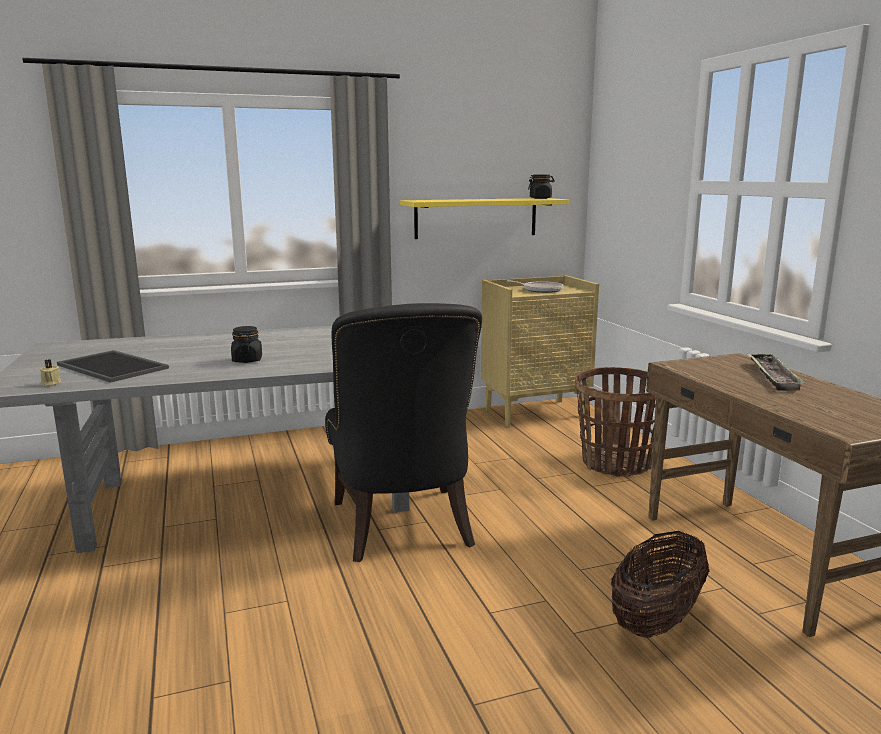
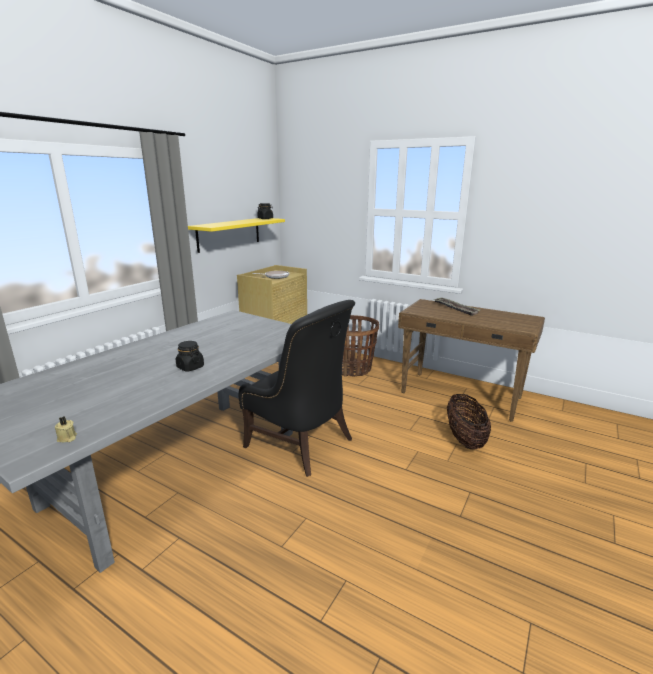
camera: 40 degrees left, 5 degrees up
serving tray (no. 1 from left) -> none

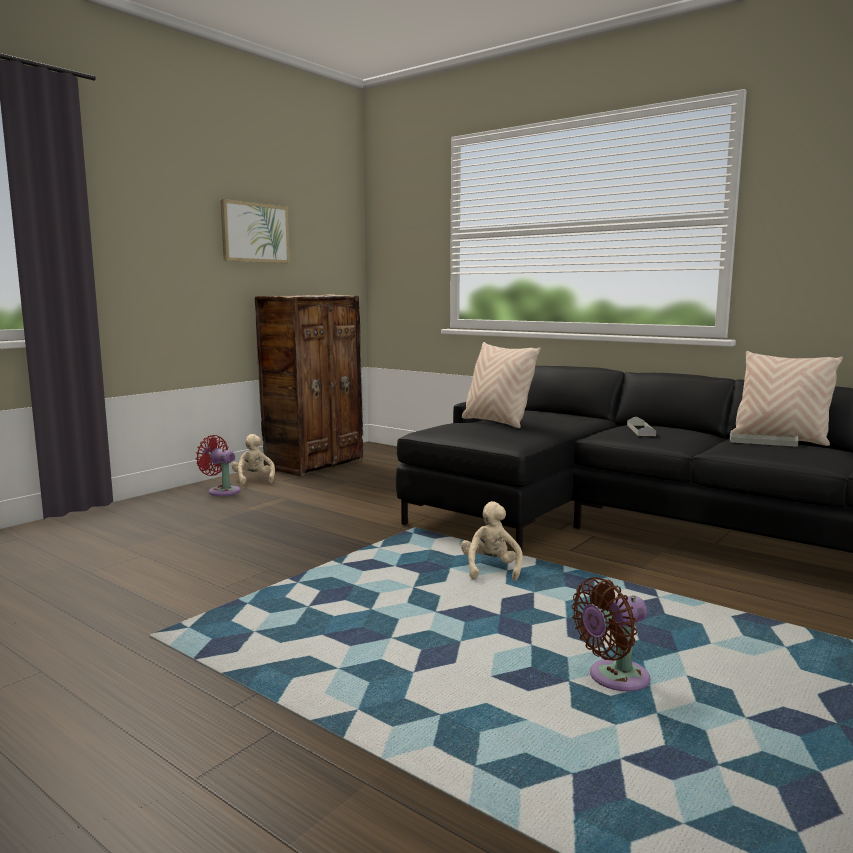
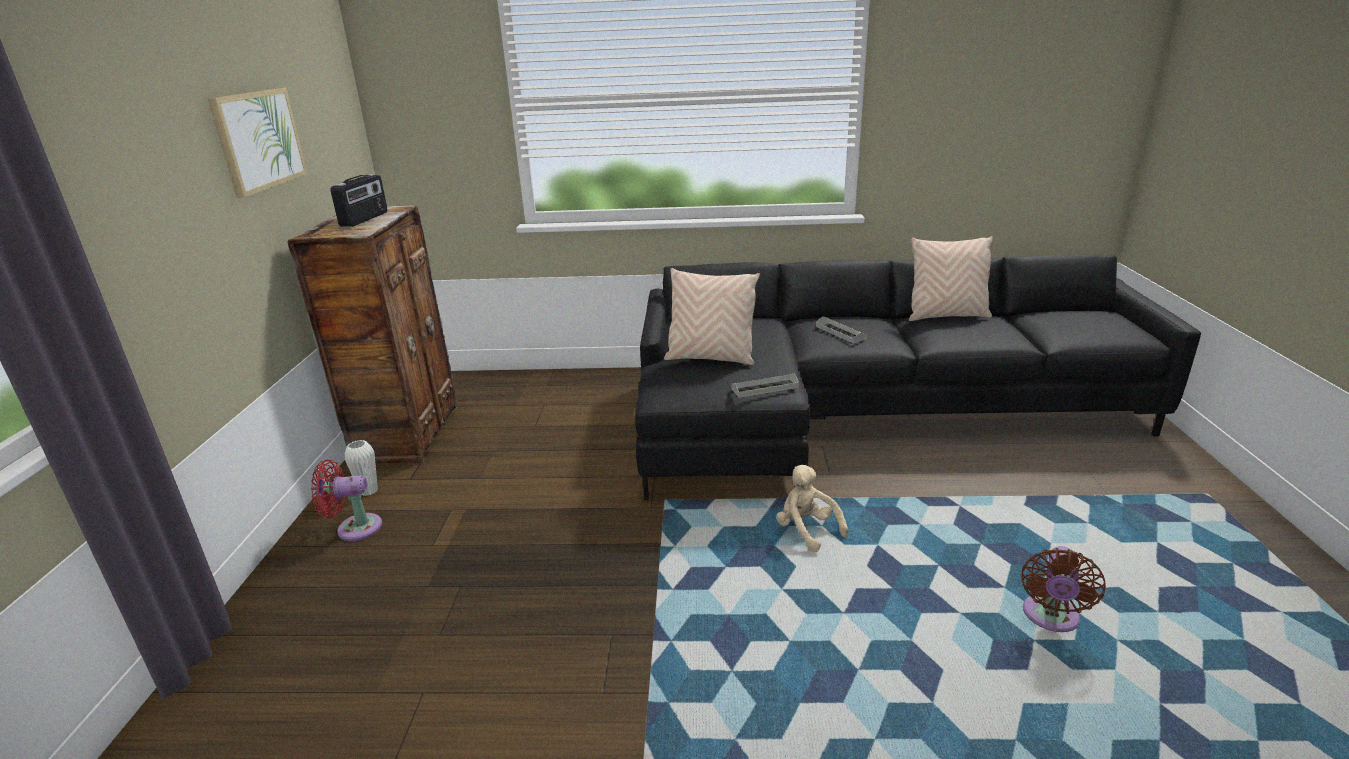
camera: 35 degrees left, 15 degrees up
serving tray (greyish) (no. 2 from left in the first image) -> serving tray (greyish) (no. 1 from left), shifted
cuddly toy (beige-coloured) (no. 1 from left) -> flower vase (white-coloured)
none -> radio receiver

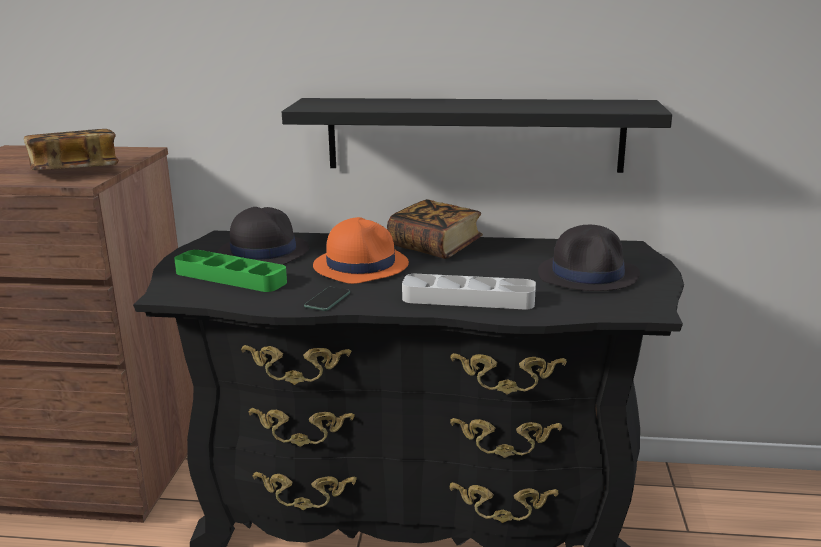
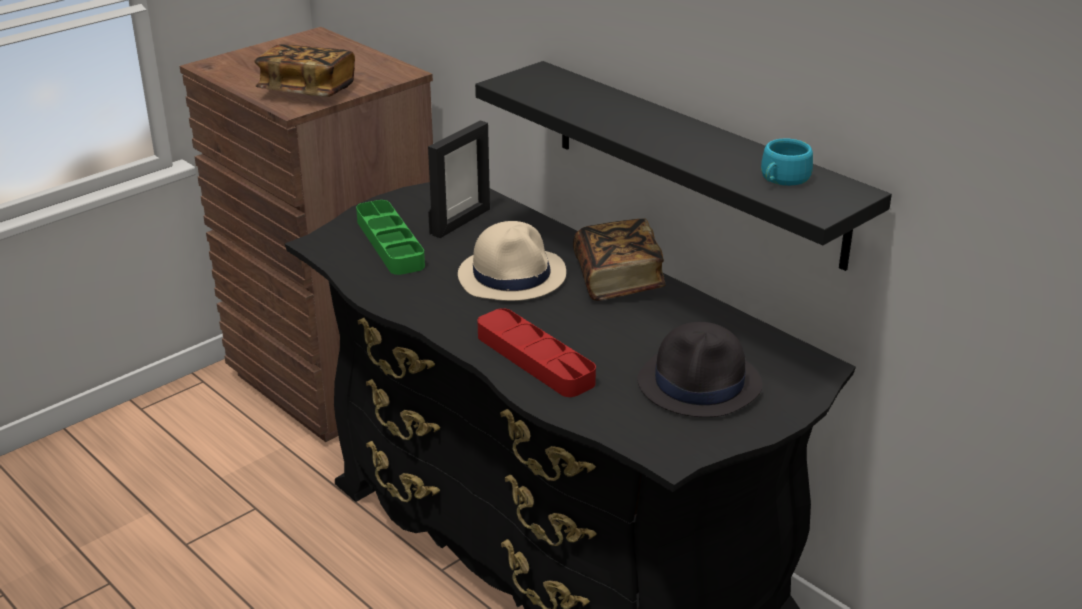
camera: 40 degrees right, 10 degrees up
wearable hat (blackish) (no. 1 from left) -> standing frame
wearable hat (orangey) -> wearable hat (beige-coloured)
serving tray (greyish) -> serving tray (reddish)
phone -> none
none -> small cup (turquoise)

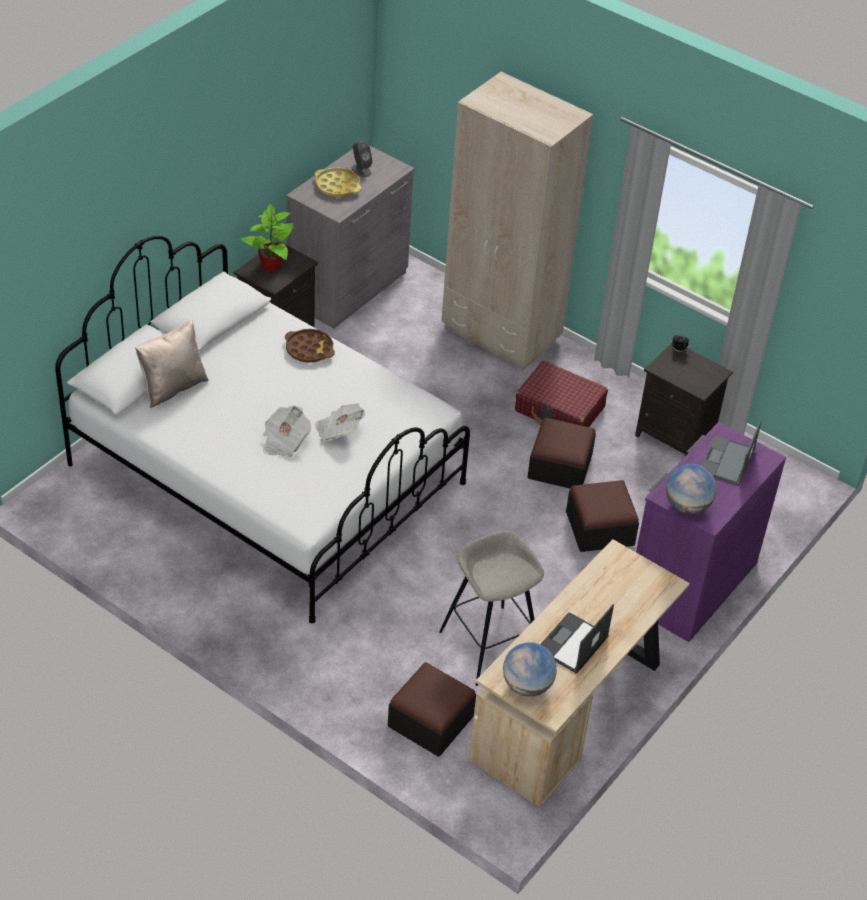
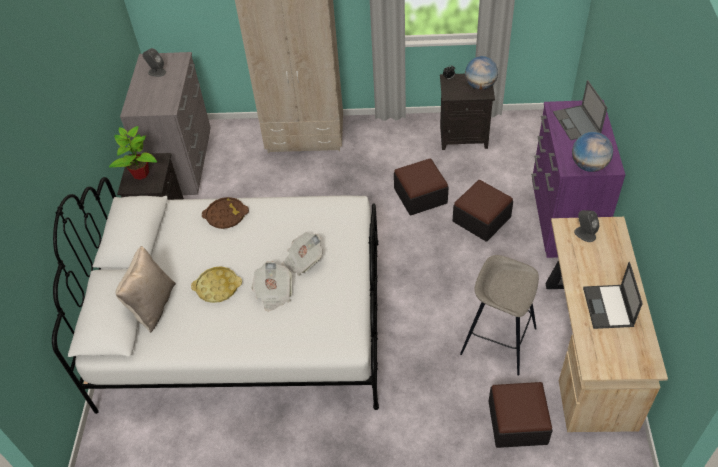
camera: 30 degrees left, 5 degrees up
serving tray (yellow-coloured), shifted
piece of luggage (reddish) -> none
globe (no. 1 from left), shifted
none -> loudspeaker (greyish) (no. 2 from left)

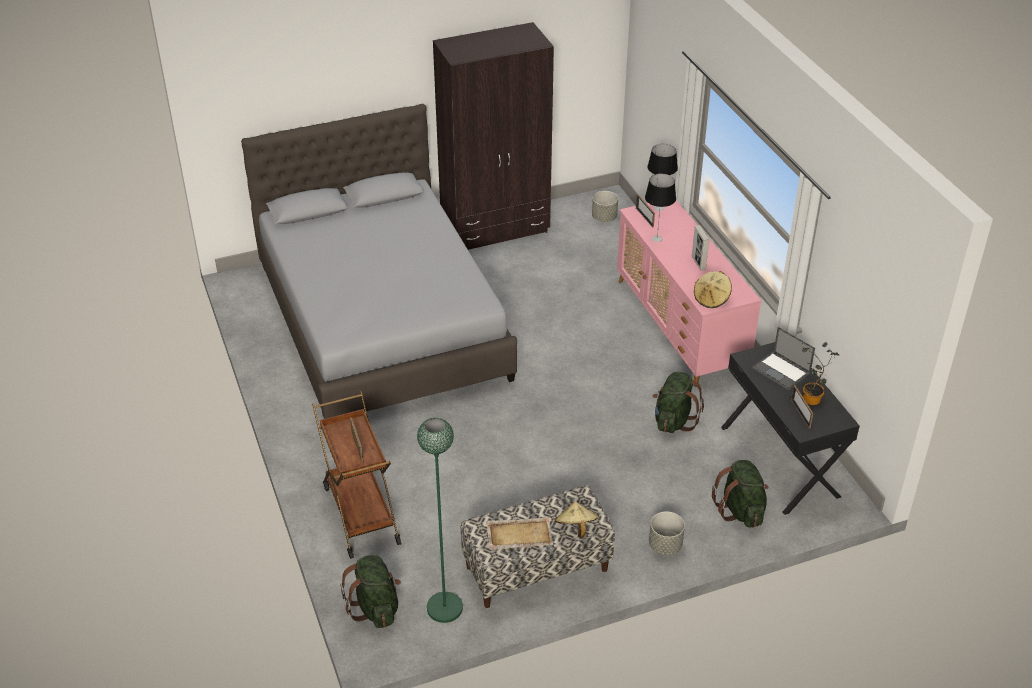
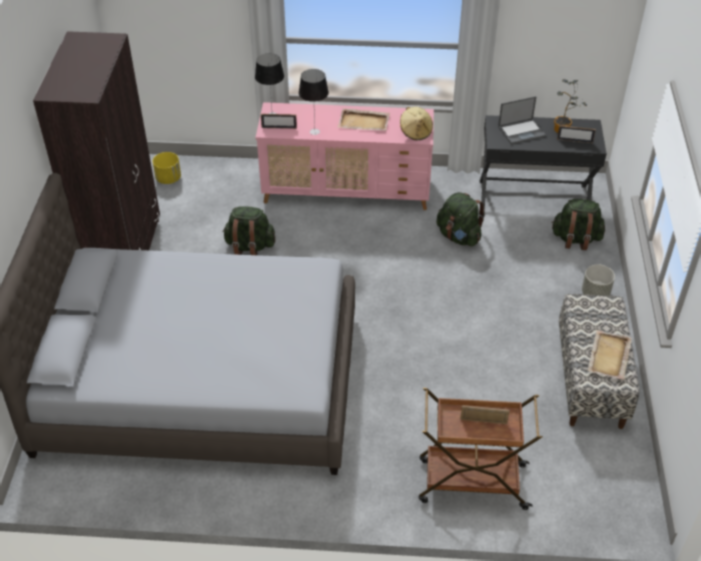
camera: 65 degrees left, 5 degrees up
plant pot (greyish) (no. 1 from left) -> plant pot (yellow-coloured)
standing frame (no. 3 from left) -> serving tray (beige-coloured) (no. 1 from left)
floor lamp (green-coloured) -> none
wearable hat (beige-coloured) (no. 1 from left) -> none
knapsack (green-coloured) (no. 1 from left), shifted

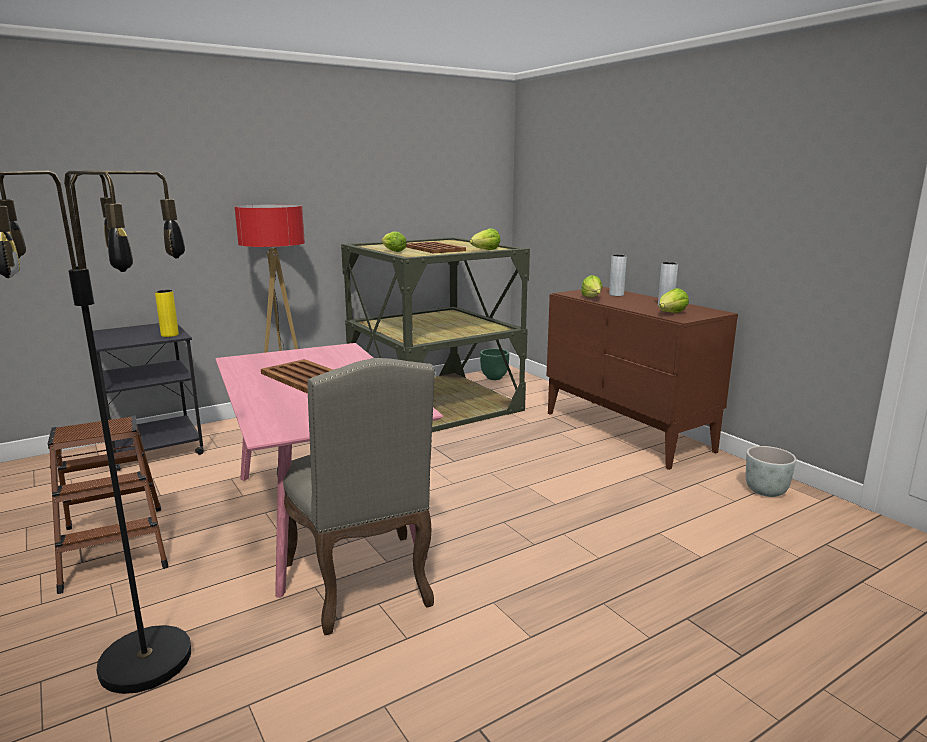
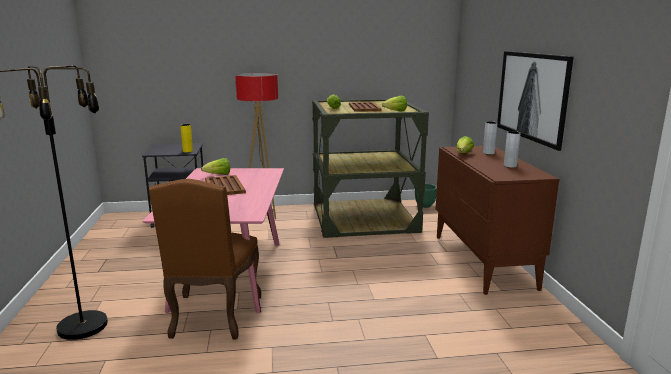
camera: 25 degrees right, 0 degrees up
head of lettuce (no. 4 from left in the first image) -> head of lettuce (no. 1 from left), shifted
plain chair (greyish) -> plain chair (brown-coloured)
stepladder (brown-coloured) -> none
plant pot (greyish) -> none
none -> wall art

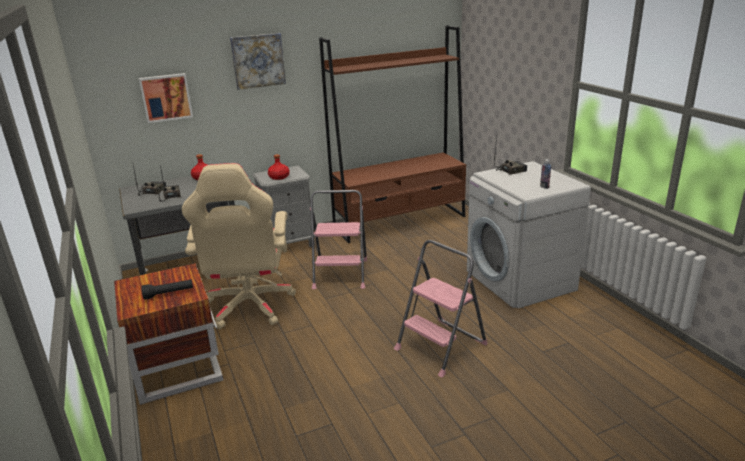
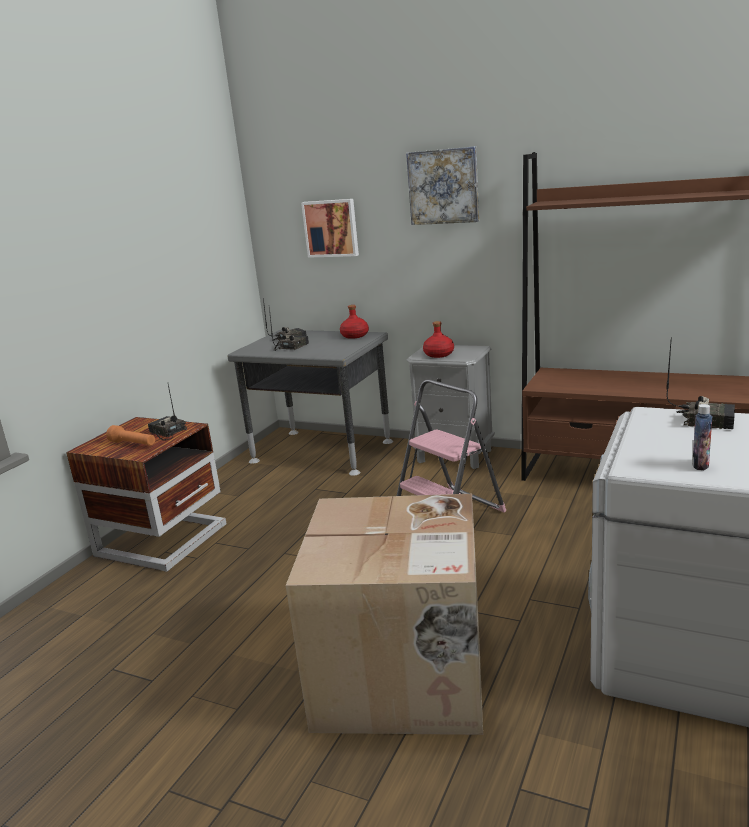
camera: 50 degrees right, 5 degrees down
desk chair (beige-coloured) -> none
stepladder (pinkish) (no. 2 from left) -> cardboard box
hand torch (blackish) -> hand torch (orangey)
none -> radio receiver (no. 1 from left)

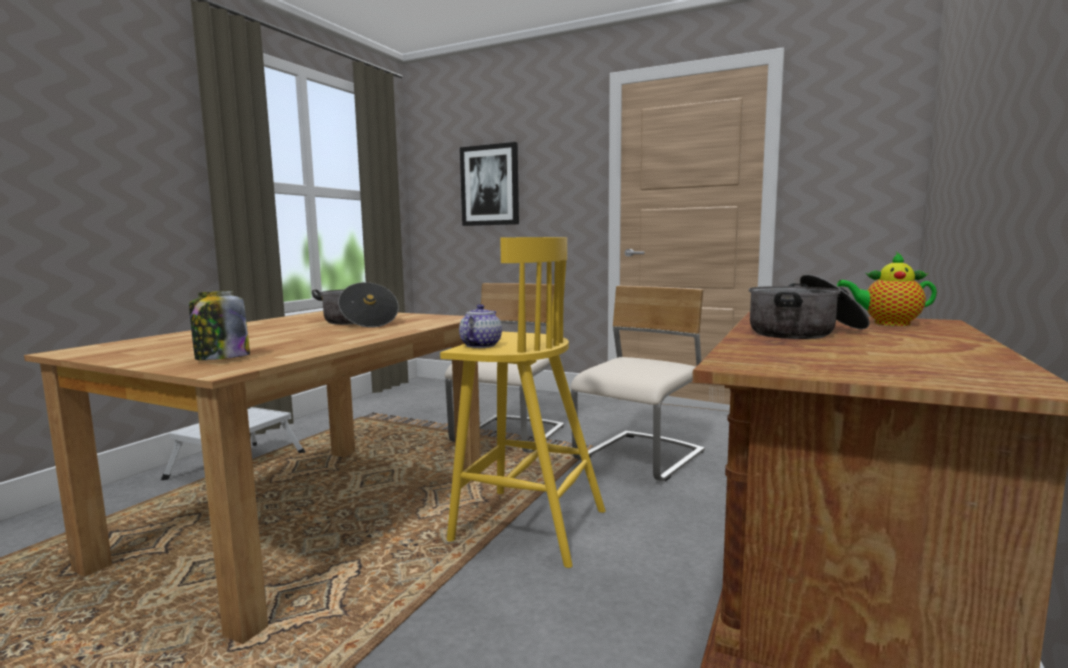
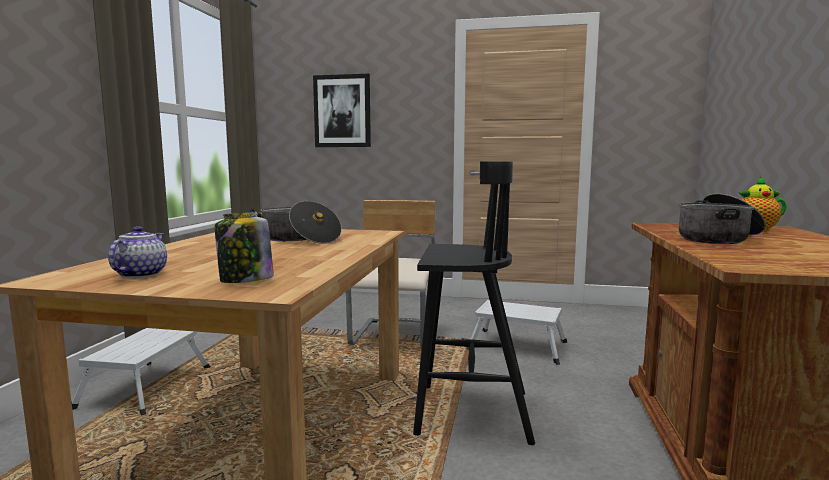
camera: 15 degrees left, 0 degrees up
stool seat (yellow-coloured) -> stool seat (blackish)
plain chair (beige-coloured) (no. 2 from left) -> stepladder (white-coloured) (no. 2 from left)
tea pot (no. 1 from left), shifted

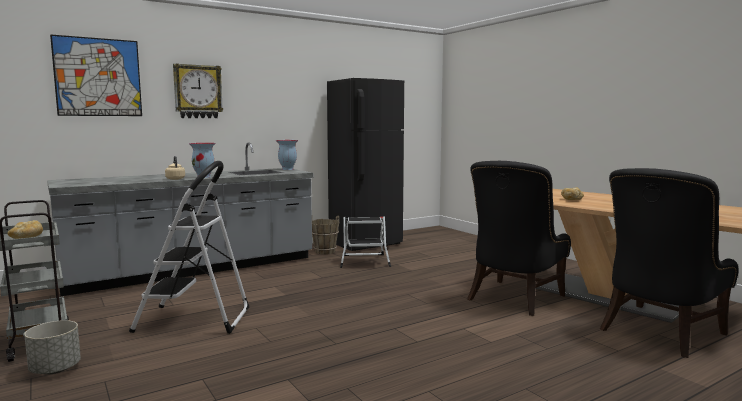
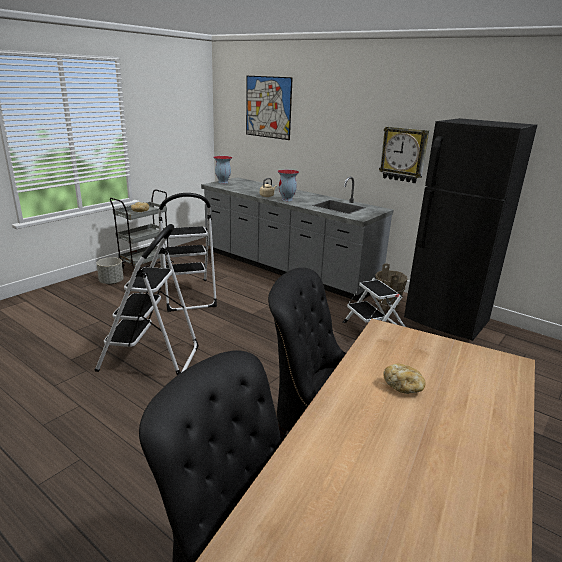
camera: 70 degrees right, 15 degrees up
wall clock, shifted
flower vase (no. 2 from left in the first image) -> flower vase (no. 1 from left), shifted
none -> stepladder (no. 1 from left)

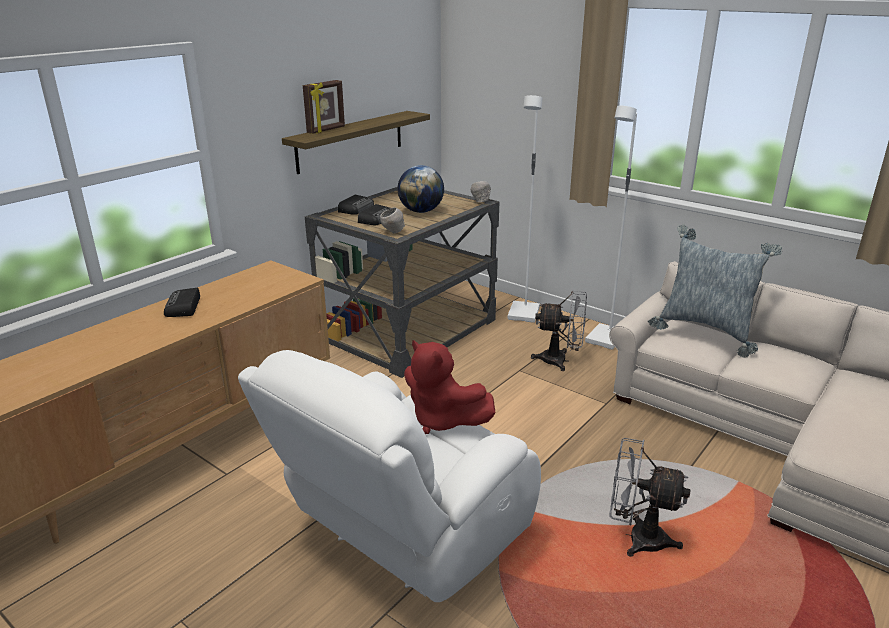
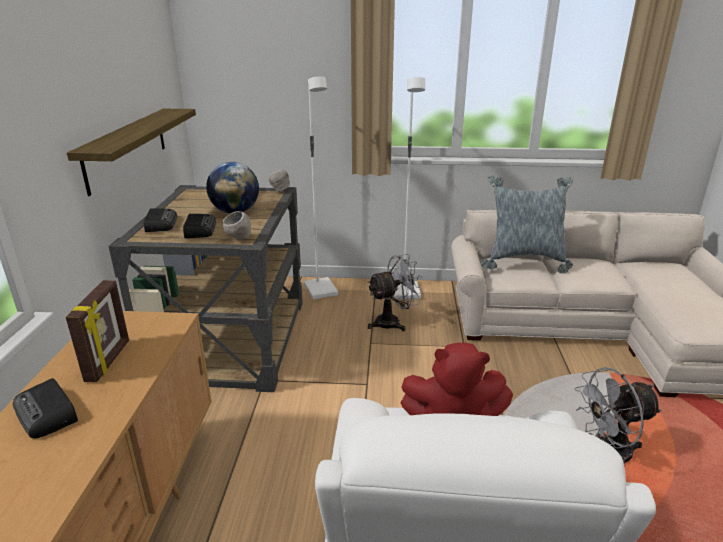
camera: 35 degrees left, 0 degrees up
standing frame, shifted

